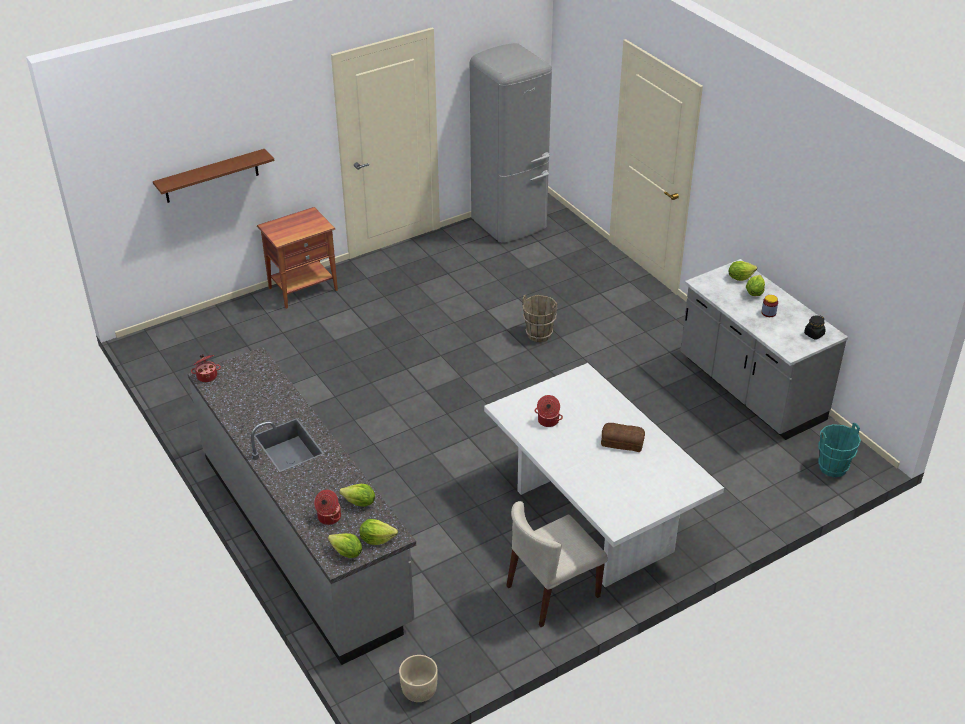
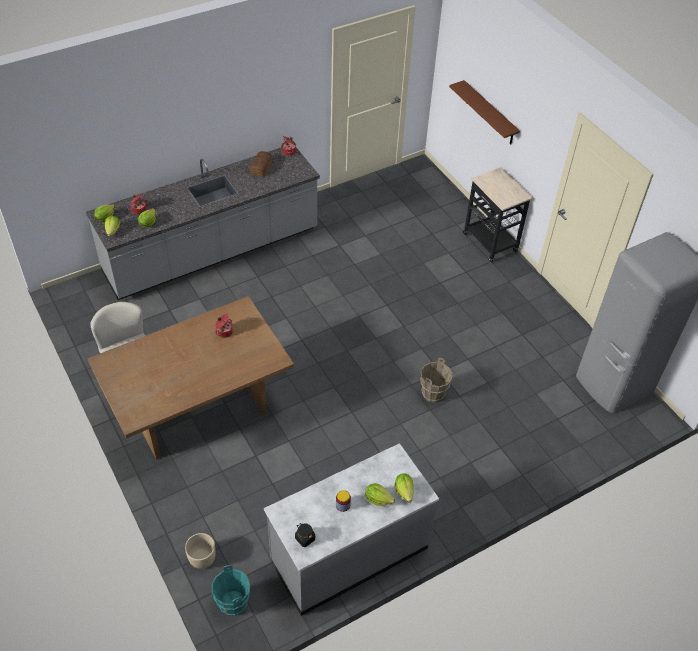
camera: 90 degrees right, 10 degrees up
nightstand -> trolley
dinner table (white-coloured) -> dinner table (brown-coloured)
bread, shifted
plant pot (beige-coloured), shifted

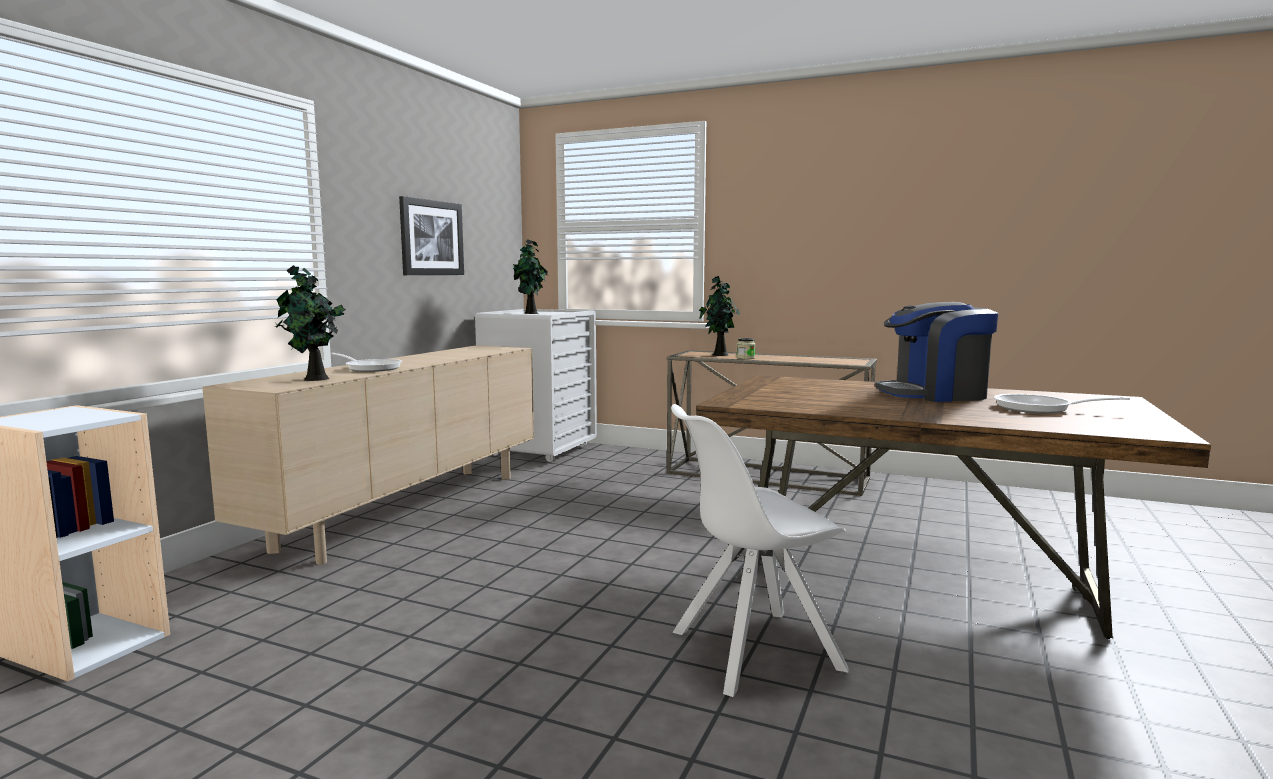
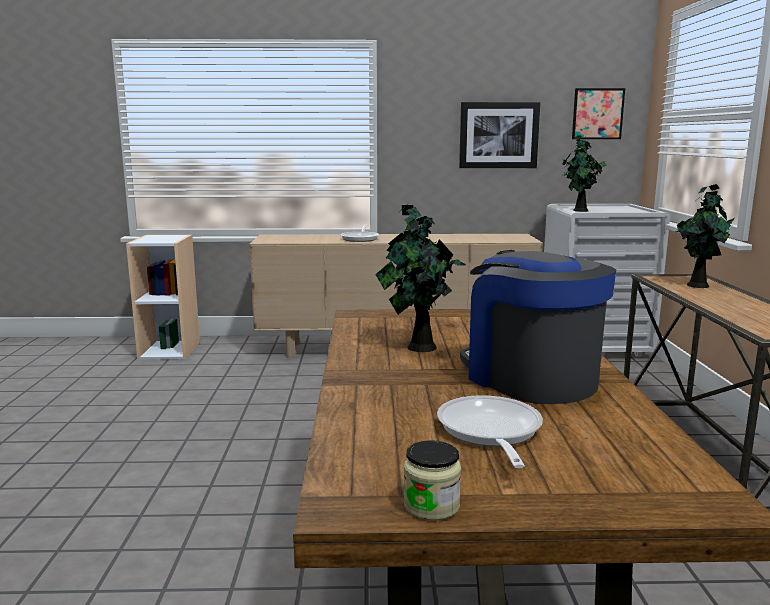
camera: 65 degrees right, 5 degrees up
potted plant (no. 1 from left), shifted
jar, shifted
plain chair (white-coloured) -> none
none -> wall art (no. 2 from left)

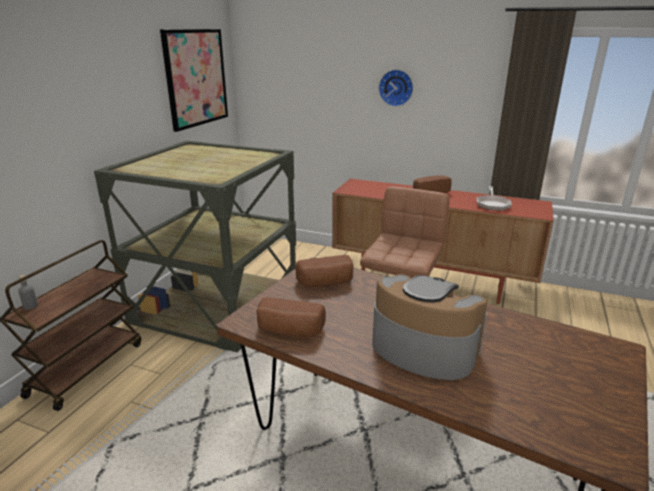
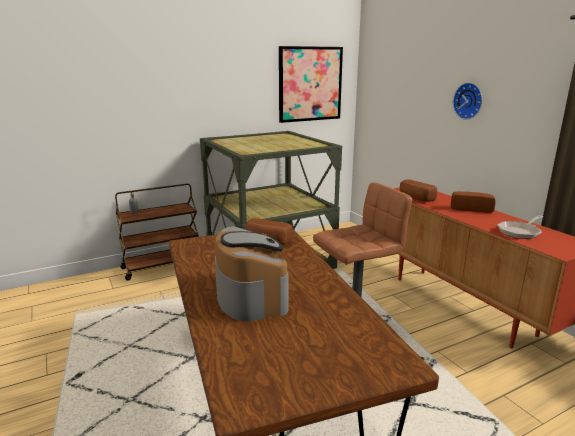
camera: 40 degrees right, 5 degrees down
bread (no. 1 from left in the first image) -> bread (no. 2 from left), shifted

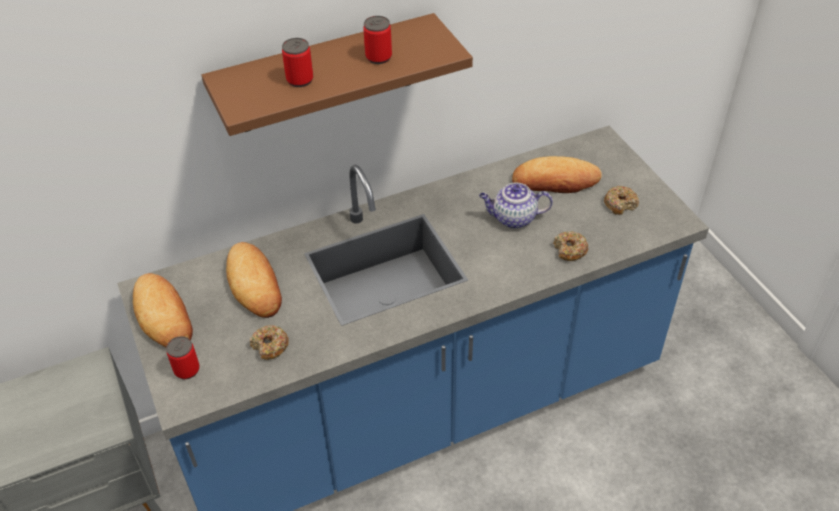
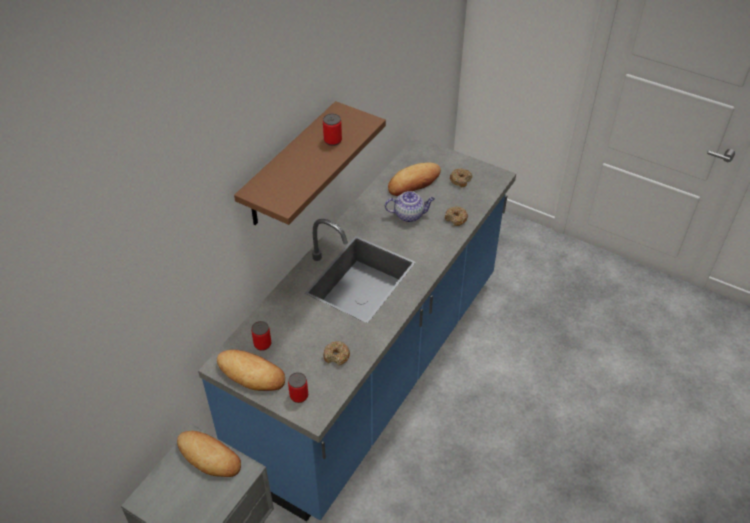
camera: 35 degrees left, 0 degrees up
can (no. 2 from left in the first image) -> can (no. 1 from left), shifted
tea pot, 150 degrees counterclockwise
bread (no. 2 from left in the first image) -> bread (no. 1 from left), shifted

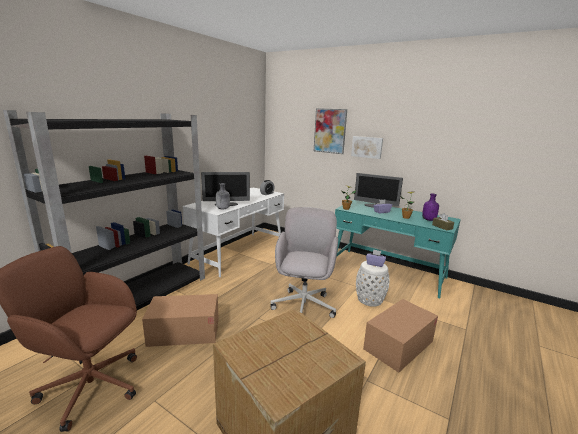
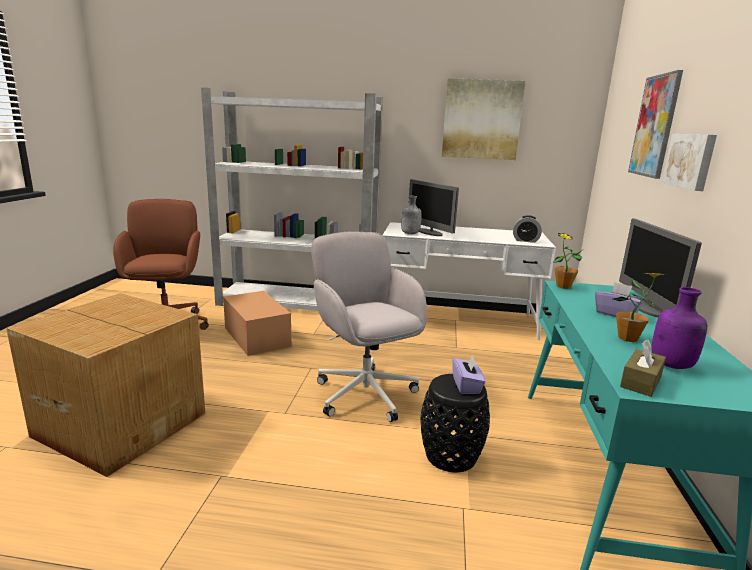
camera: 65 degrees right, 0 degrees up
bookcase (blackish) -> bookcase (white-coloured)
desk chair (greyish), 105 degrees counterclockwise
stool seat (white-coloured) -> stool seat (blackish)
cardboard box (no. 3 from left) -> none
none -> wall art (no. 1 from left)

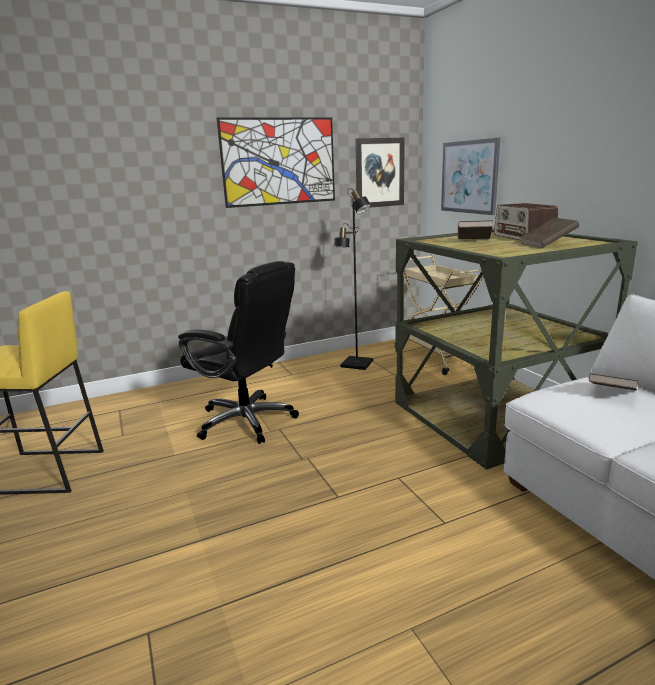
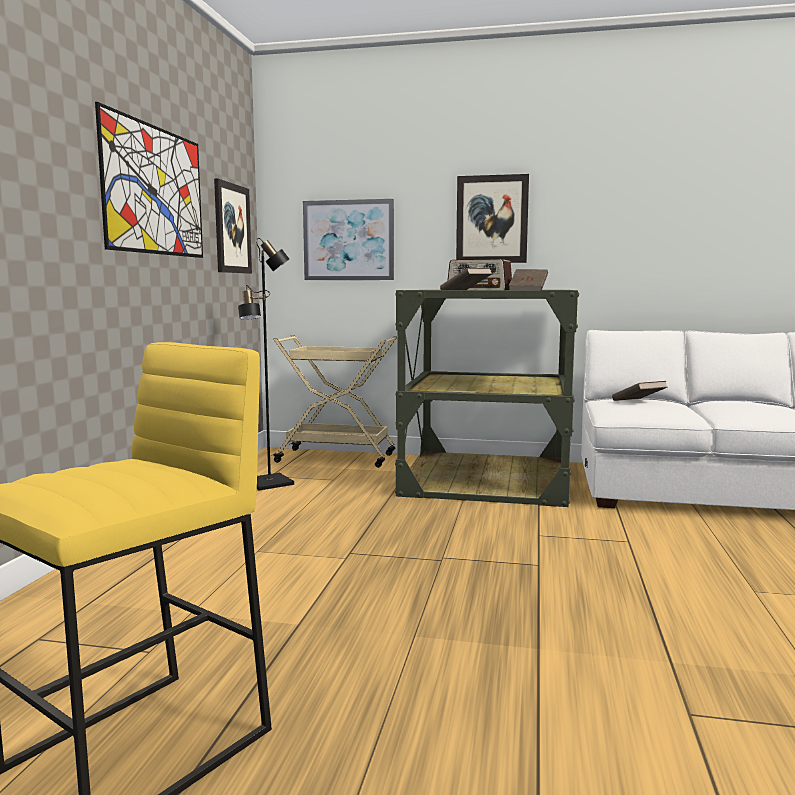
camera: 55 degrees left, 10 degrees down
desk chair (blackish) -> none
none -> wall art (no. 4 from left)

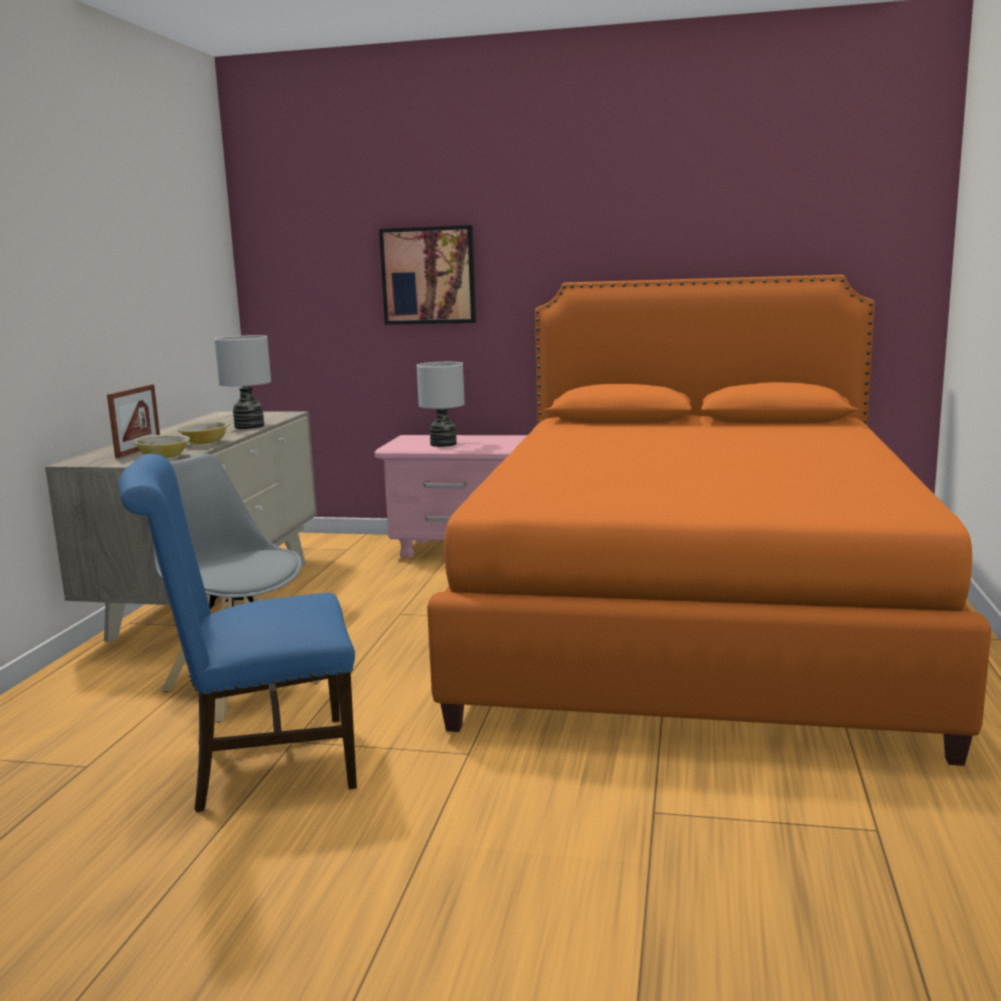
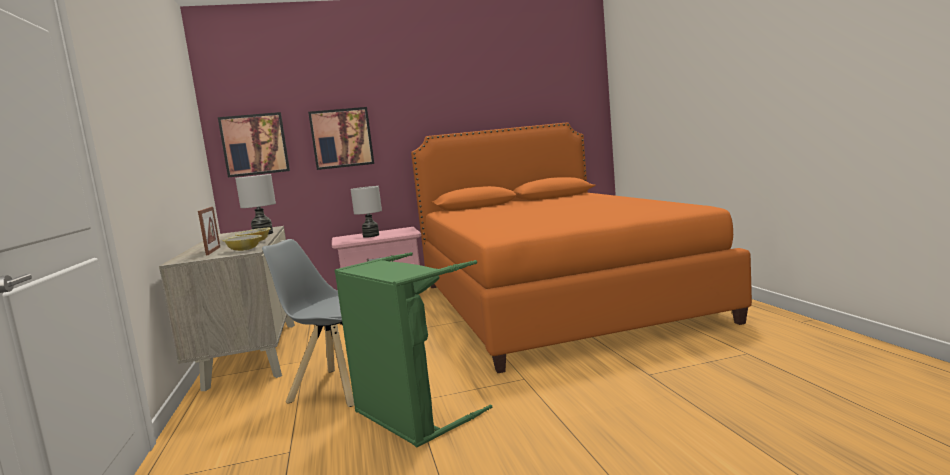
camera: 25 degrees left, 5 degrees down
plain chair (blue-coloured) -> hamper (green-coloured)
none -> wall art (no. 1 from left)

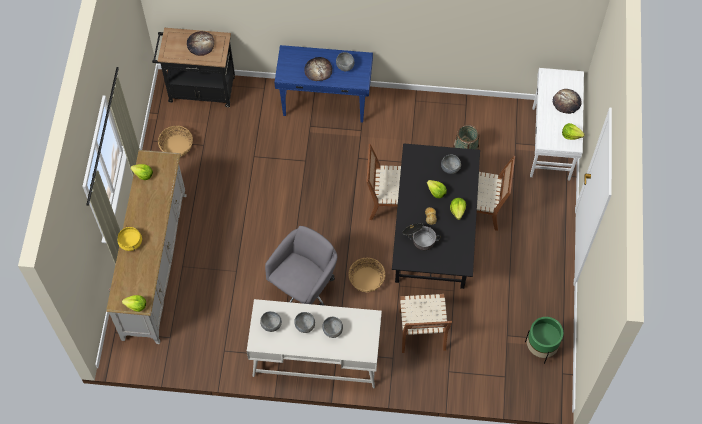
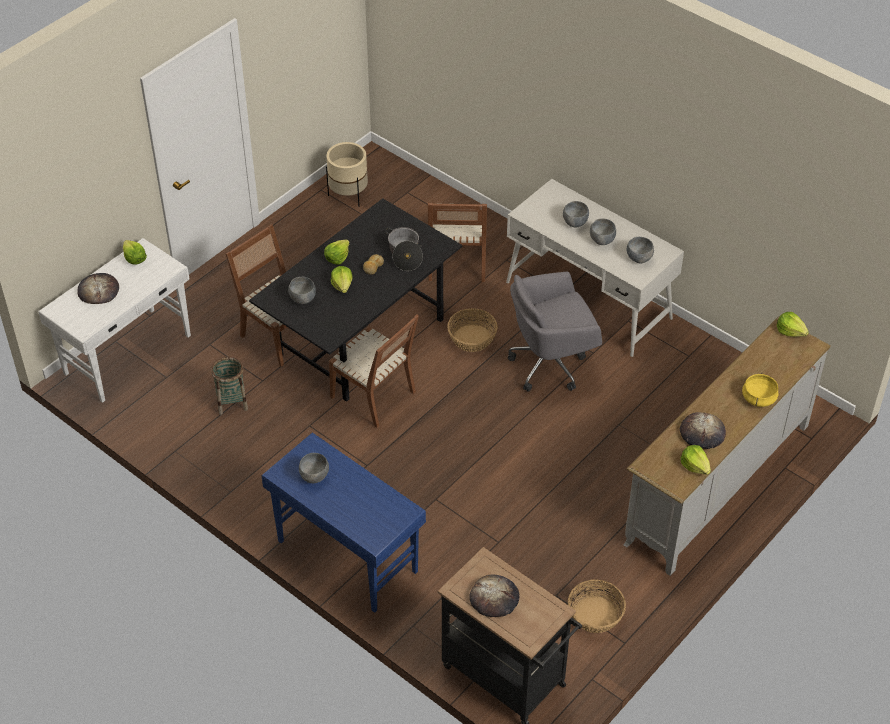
camera: 145 degrees left, 15 degrees down
bread (no. 2 from left in the first image) -> bread (no. 4 from left), shifted
plain chair (no. 2 from left in the first image) -> plain chair (no. 3 from left), 150 degrees clockwise
plant pot (green-coloured) -> plant pot (beige-coloured)

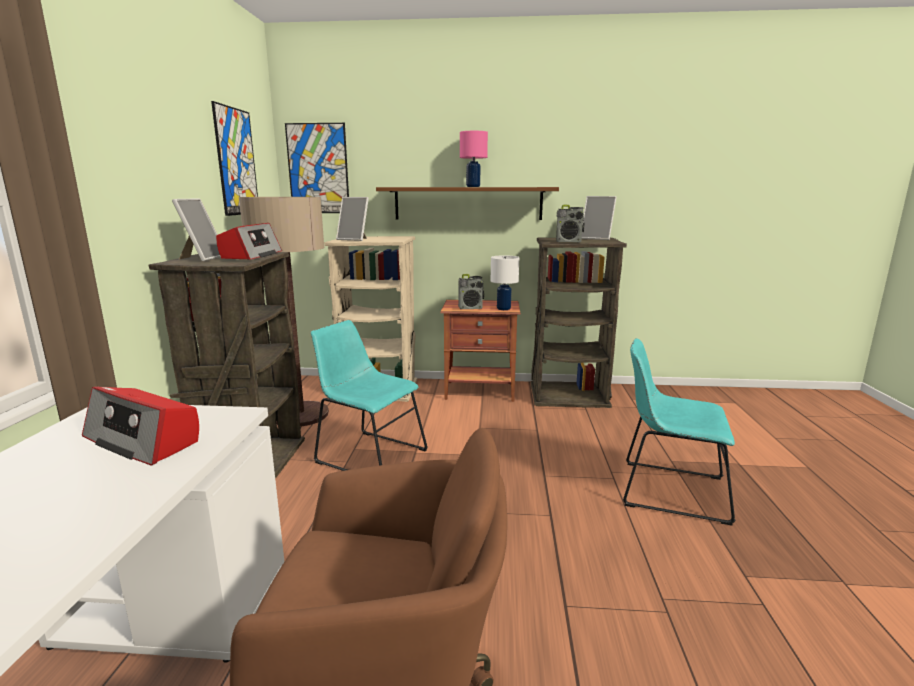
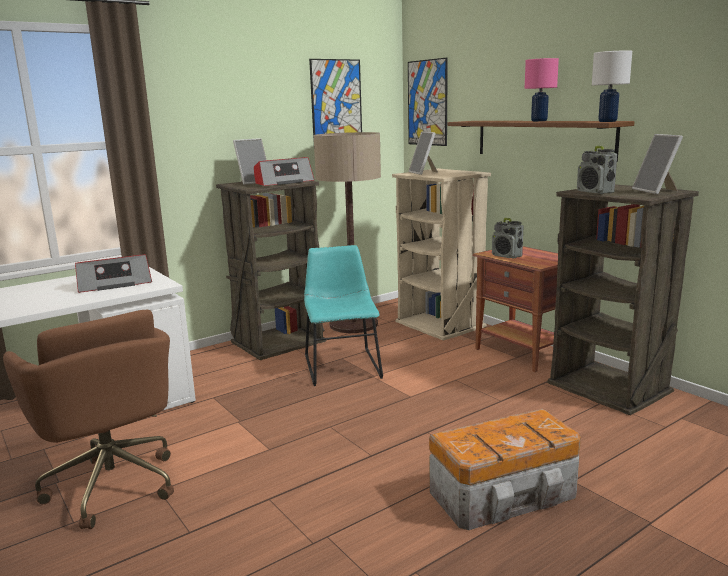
camera: 50 degrees right, 0 degrees up
tabletop lamp (white-coloured), shifted
plain chair (turquoise) (no. 2 from left) -> storage container
radio receiver (no. 1 from left), 105 degrees counterclockwise

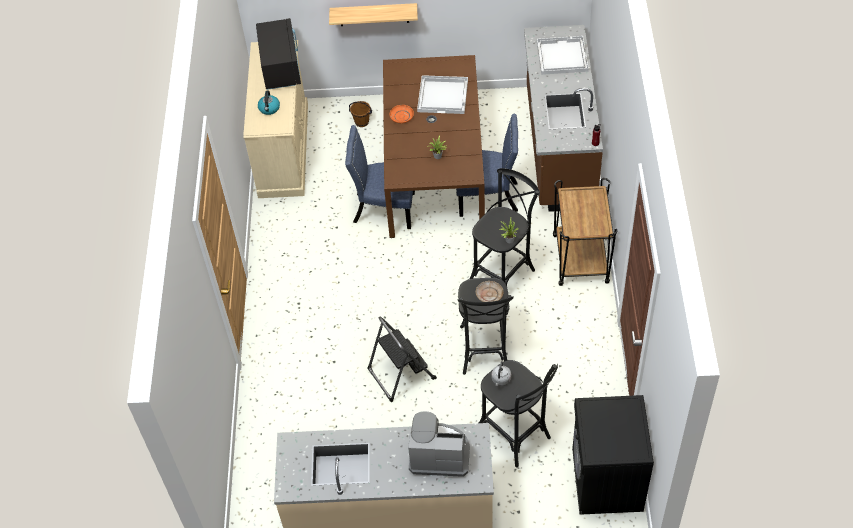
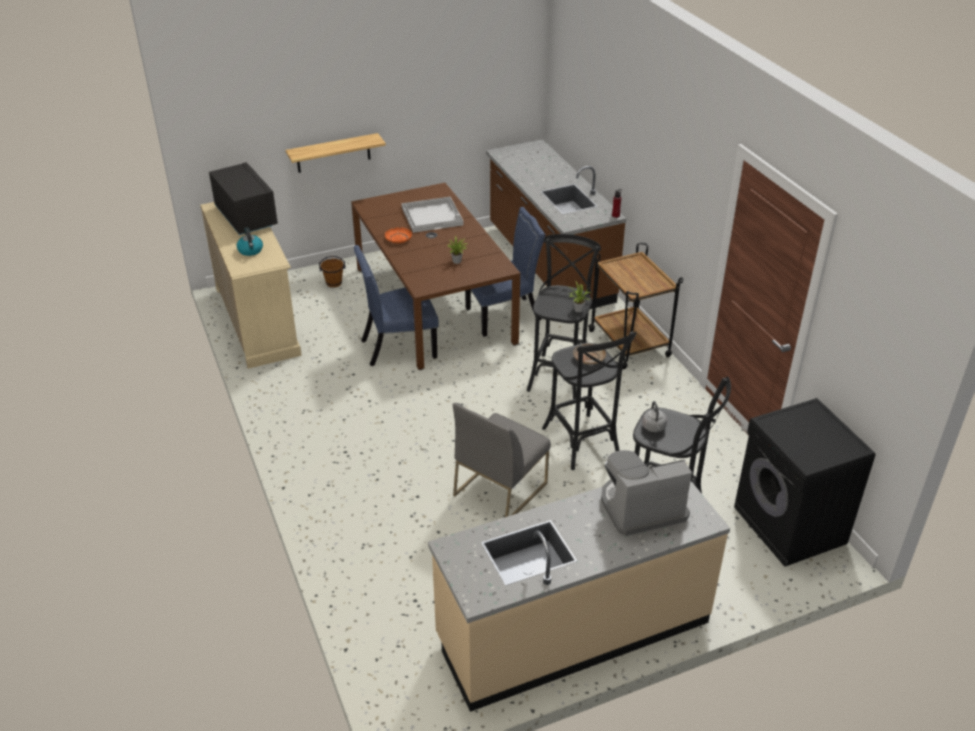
camera: 25 degrees left, 15 degrees down
serving tray (white-coloured) (no. 2 from left) -> none
stepladder (blackish) -> plain chair (greyish)

